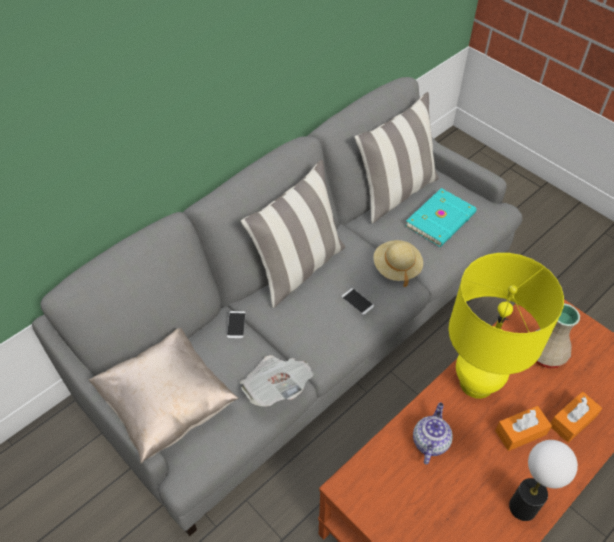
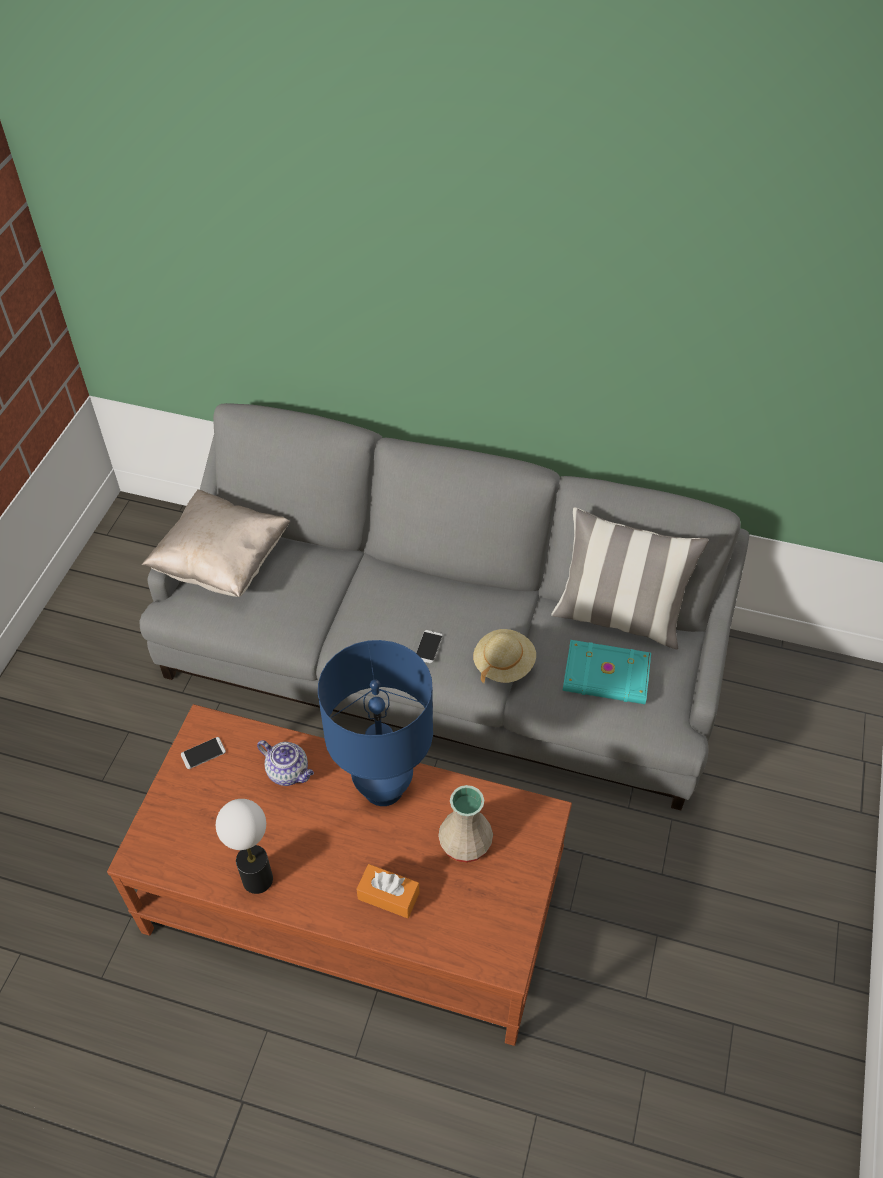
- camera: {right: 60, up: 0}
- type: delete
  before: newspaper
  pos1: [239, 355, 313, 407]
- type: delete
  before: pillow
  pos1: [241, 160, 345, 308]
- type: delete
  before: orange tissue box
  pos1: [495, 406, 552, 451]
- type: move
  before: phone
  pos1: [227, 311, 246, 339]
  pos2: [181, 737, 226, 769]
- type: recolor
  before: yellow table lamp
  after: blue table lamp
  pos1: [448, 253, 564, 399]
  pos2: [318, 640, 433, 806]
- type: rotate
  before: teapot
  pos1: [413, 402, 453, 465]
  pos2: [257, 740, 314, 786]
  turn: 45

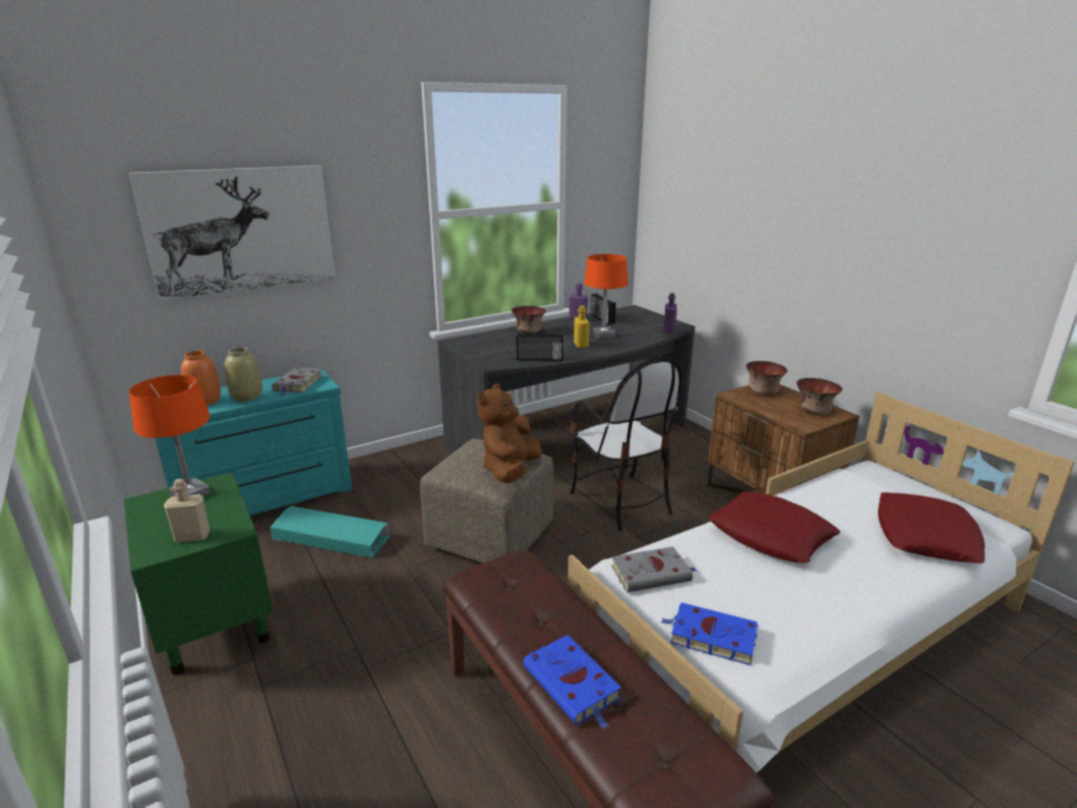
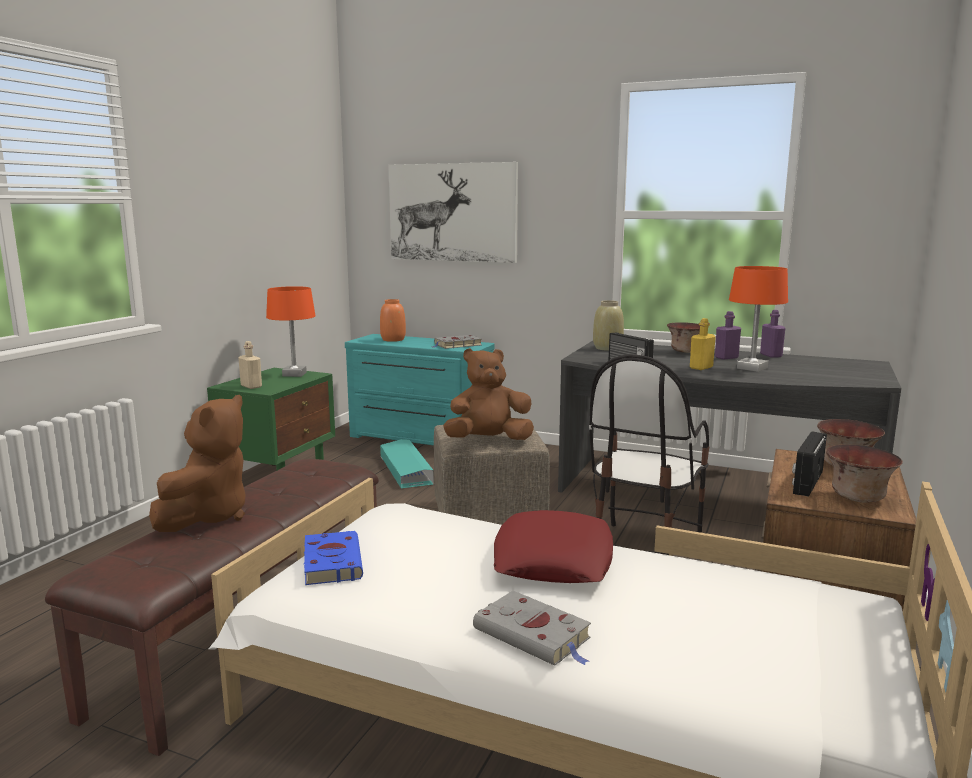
- camera: {right: 55, up: -10}
- type: delete
  before: red pillow
  pos1: [878, 492, 985, 563]
- type: move
  before: beige vase
  pos1: [225, 347, 263, 402]
  pos2: [593, 300, 624, 351]
- type: move
  before: radio
  pos1: [590, 293, 616, 325]
  pos2: [792, 431, 827, 497]
- type: move
  before: grey book
  pos1: [611, 547, 697, 593]
  pos2: [473, 591, 591, 666]
- type: move
  before: purple bottle
  pos1: [663, 293, 677, 333]
  pos2: [715, 311, 741, 360]
- type: replace
  before: blue book
  after: brown plush toy
  pos1: [523, 635, 621, 730]
  pos2: [149, 395, 246, 532]

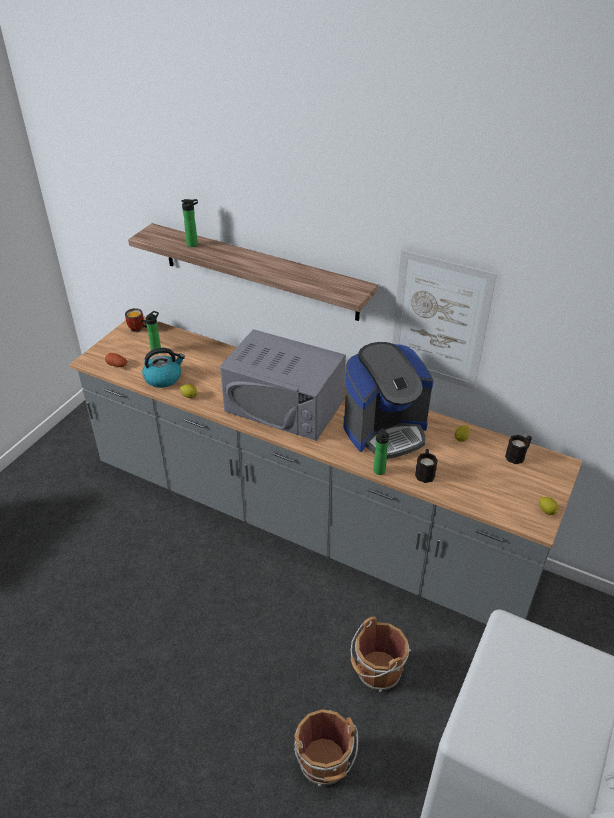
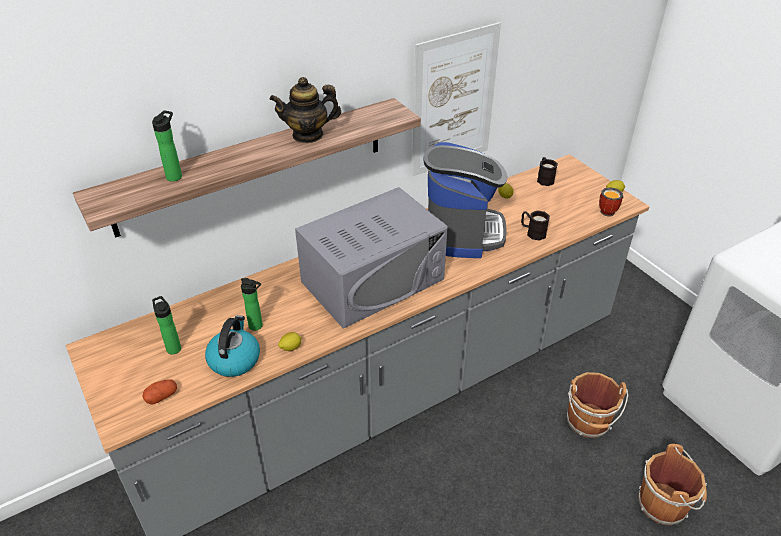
- camera: {right: -60, up: 0}
- type: insert
  after: teapot
  pos2: [270, 77, 341, 143]
- type: move
  before: mug
  pos1: [125, 308, 147, 333]
  pos2: [599, 187, 624, 217]
- type: move
  before: bottle
  pos1: [373, 428, 389, 475]
  pos2: [241, 278, 263, 331]

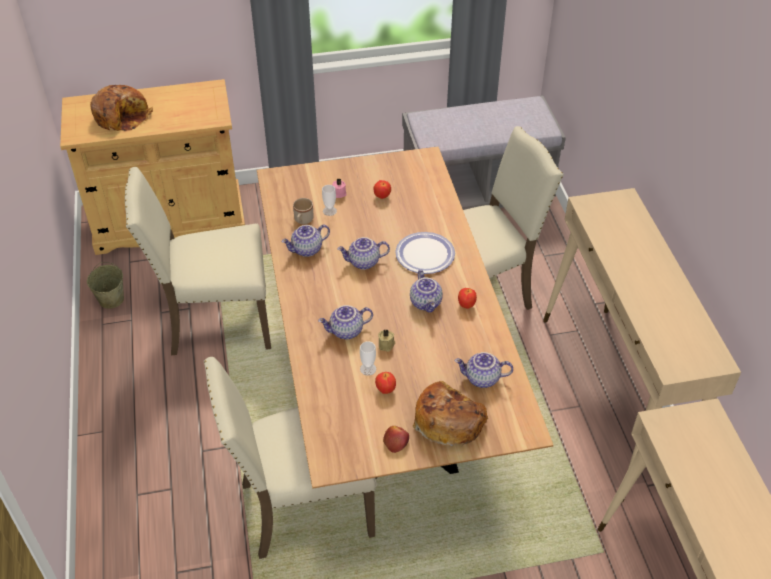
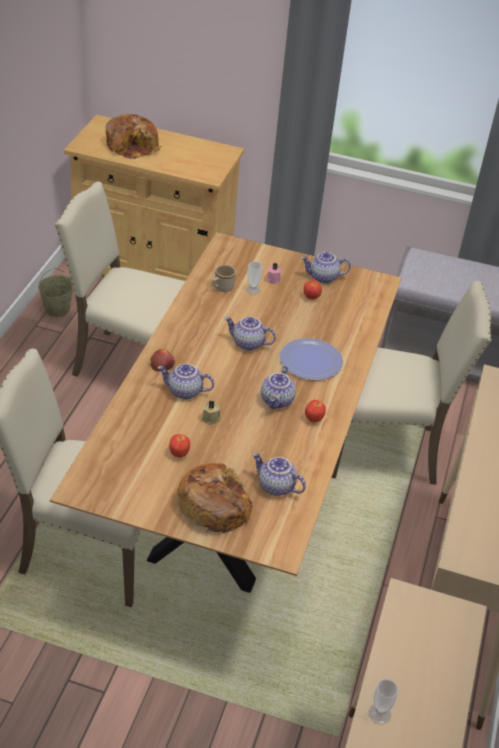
- camera: {right: 25, up: -5}
- type: move
  before: teapot
  pos1: [282, 224, 330, 257]
  pos2: [301, 252, 351, 284]
- type: move
  before: cup
  pos1: [360, 341, 376, 376]
  pos2: [369, 679, 398, 724]
- type: move
  before: apple
  pos1: [383, 426, 409, 453]
  pos2: [150, 349, 175, 371]

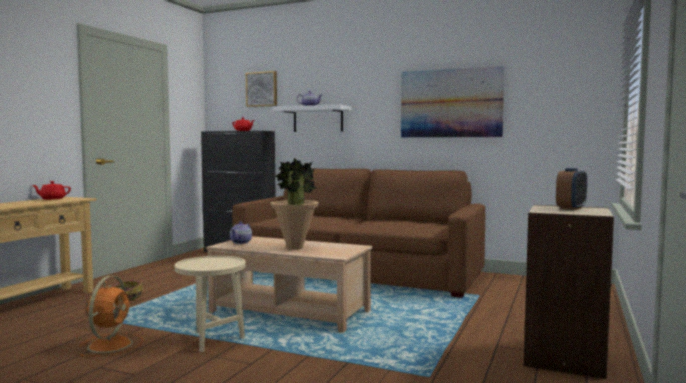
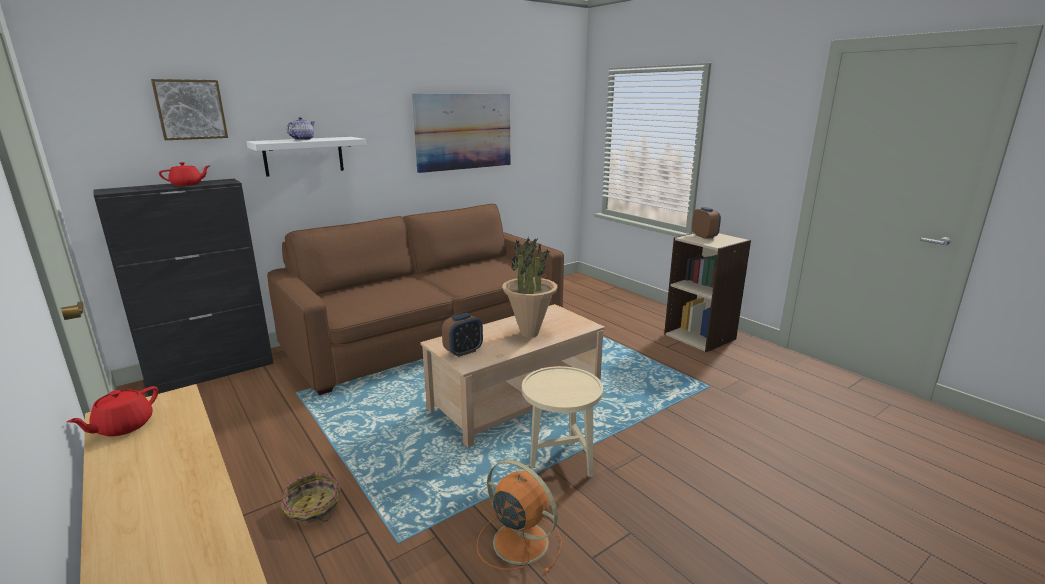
- camera: {right: -60, up: 15}
- type: replace
  before: teapot
  after: alarm clock
  pos1: [230, 221, 252, 244]
  pos2: [442, 313, 483, 357]

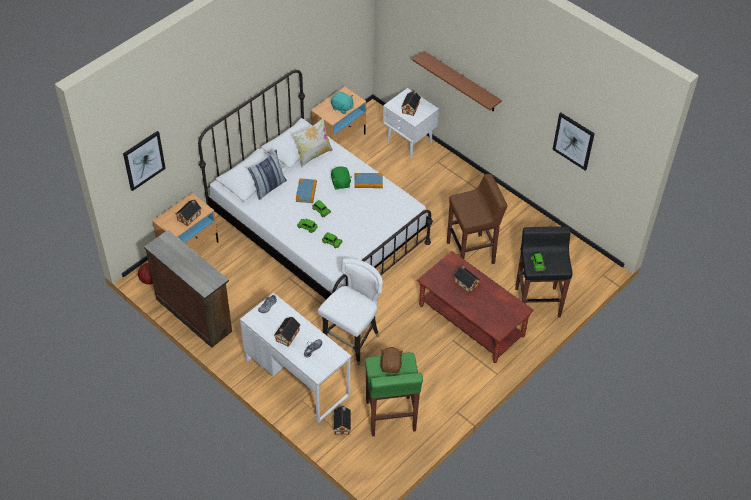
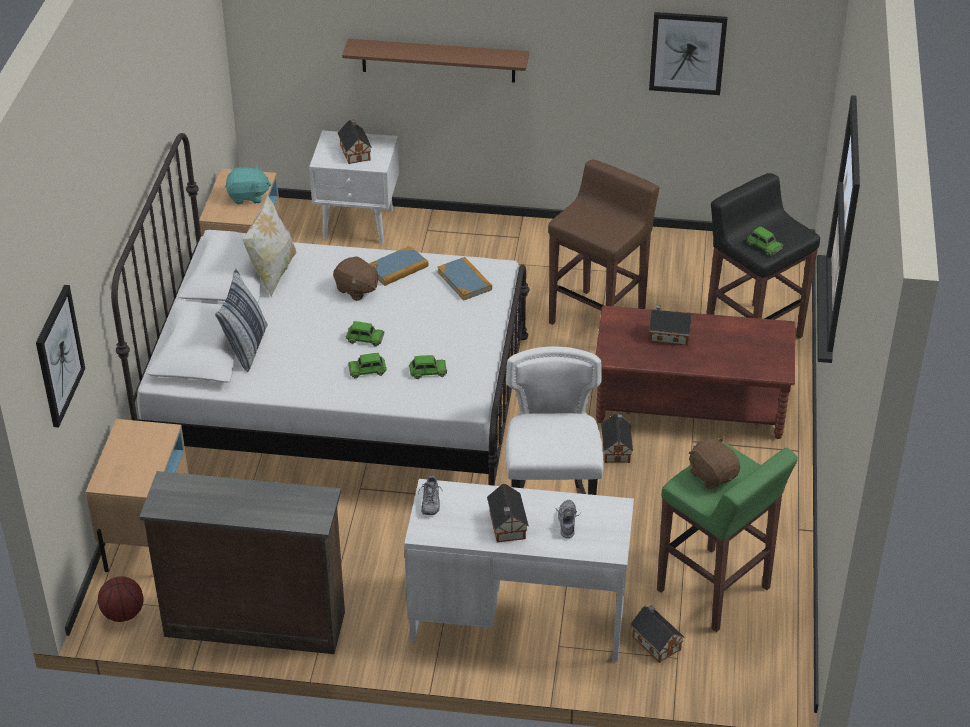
- camera: {right: -35, up: -10}
- type: move
  before: toy house
  pos1: [176, 199, 201, 226]
  pos2: [601, 413, 633, 463]
- type: move
  before: book
  pos1: [296, 179, 317, 203]
  pos2: [437, 257, 492, 300]
- type: recolor
  before: green plush toy
  after: brown plush toy
  pos1: [331, 166, 352, 190]
  pos2: [333, 256, 378, 301]

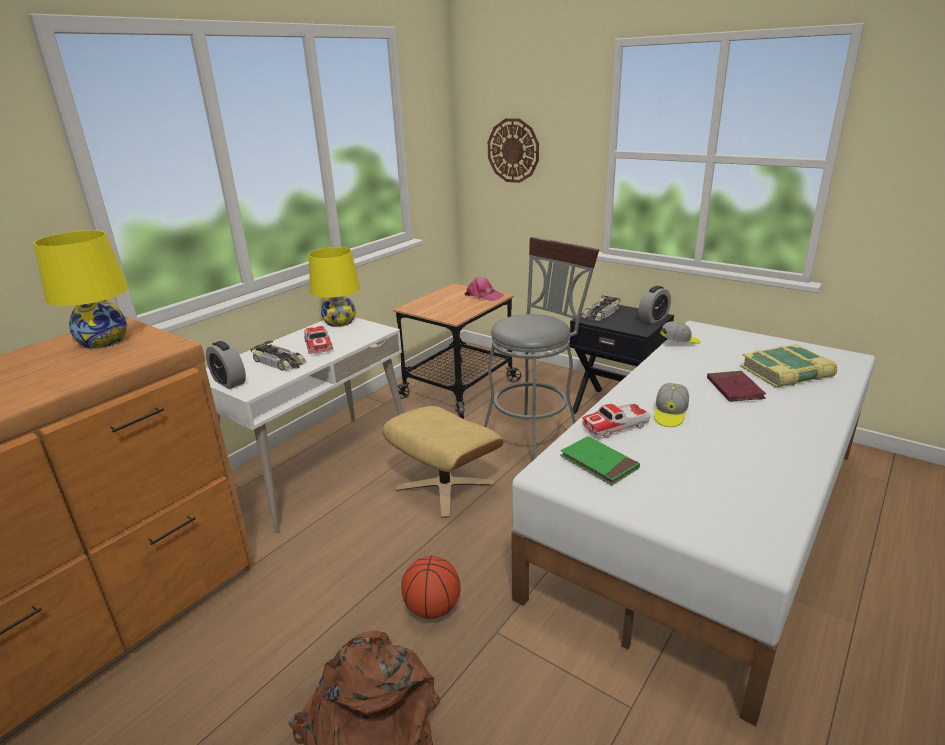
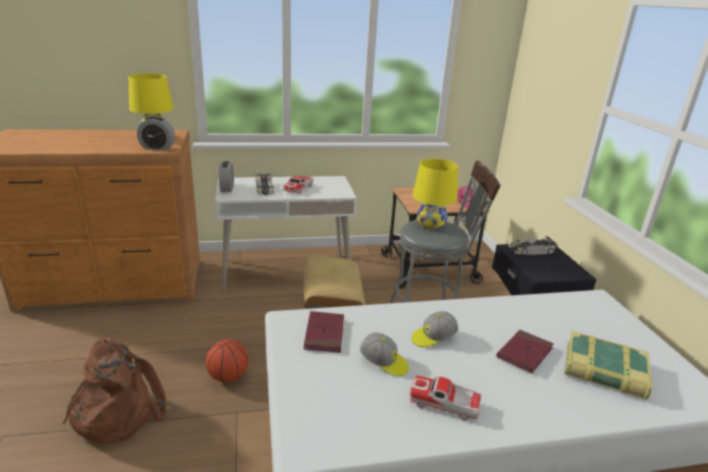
- camera: {right: 40, up: 0}
- type: delete
  before: wall clock
  pos1: [488, 118, 539, 183]
- type: move
  before: yellow table lamp
  pos1: [309, 247, 360, 327]
  pos2: [413, 159, 458, 230]
- type: move
  before: toy car
  pos1: [582, 403, 650, 438]
  pos2: [410, 376, 481, 421]
- type: move
  before: alarm clock
  pos1: [638, 286, 671, 324]
  pos2: [137, 116, 175, 150]
- type: move
  before: cap
  pos1: [660, 321, 701, 344]
  pos2: [360, 332, 409, 376]
- type: recolor
  before: green book
  after: red book
  pos1: [560, 436, 640, 485]
  pos2: [304, 311, 344, 353]

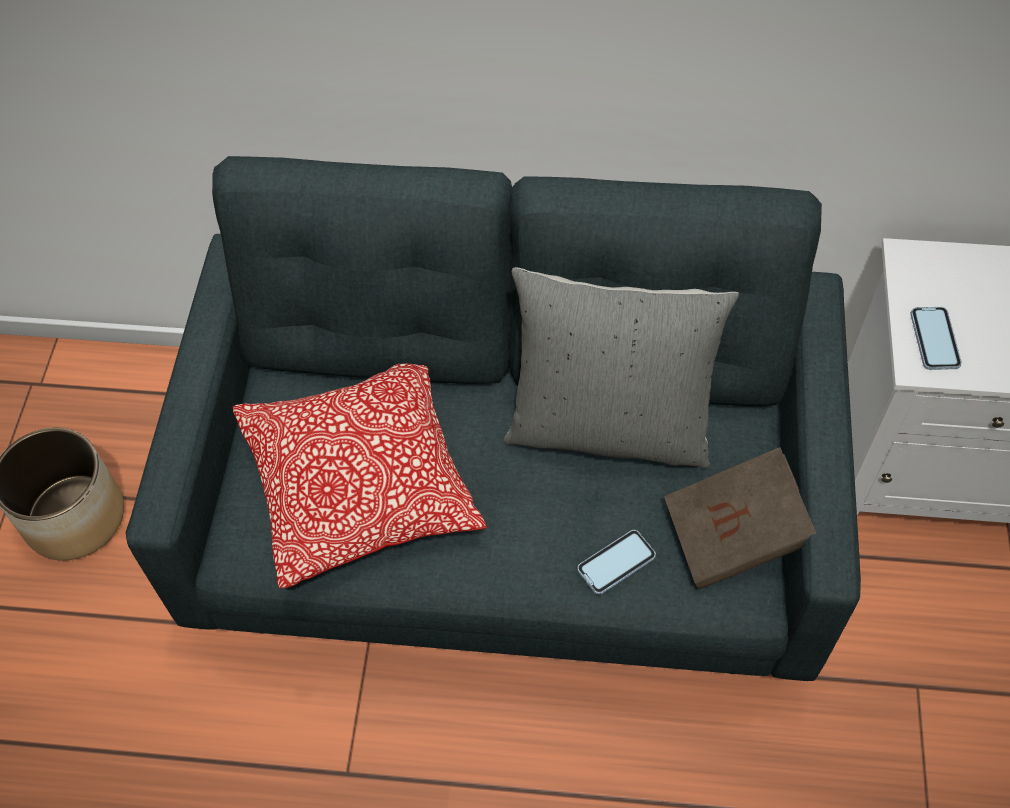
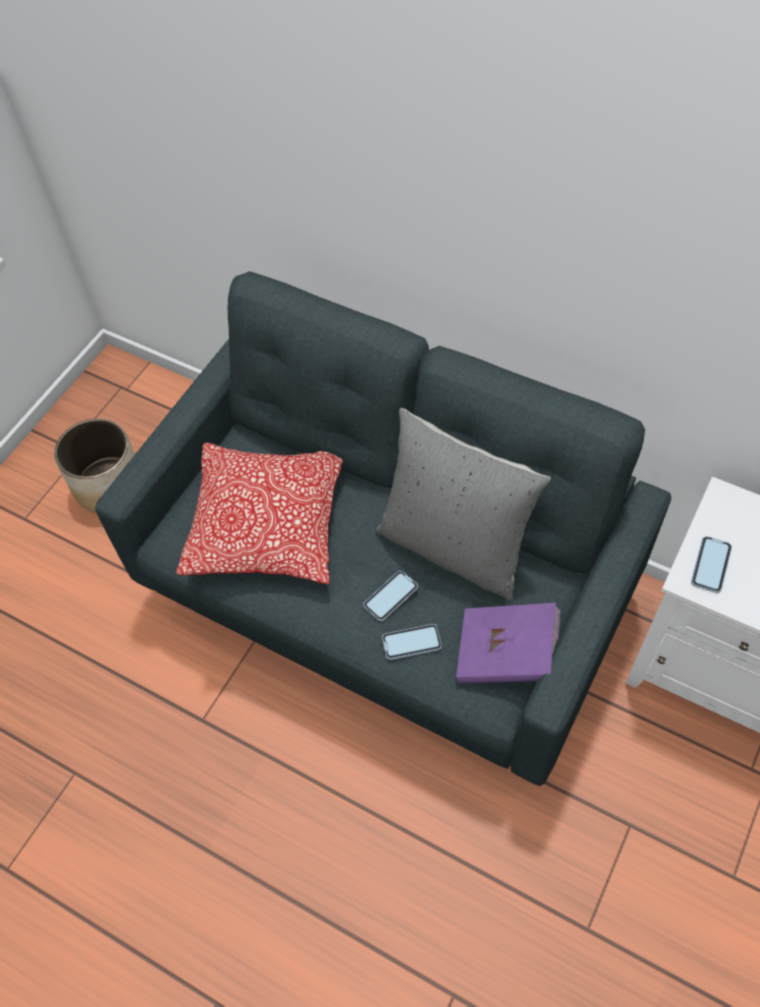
- camera: {right: 25, up: 0}
- type: insert
  after: phone
  pos2: [363, 571, 418, 621]
- type: recolor
  before: brown book
  after: purple book
  pos1: [664, 447, 816, 589]
  pos2: [456, 603, 561, 683]

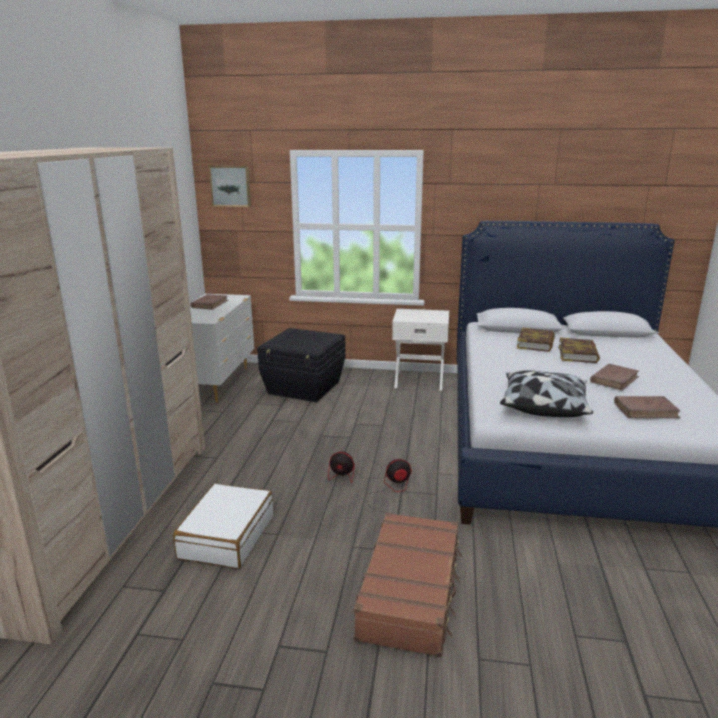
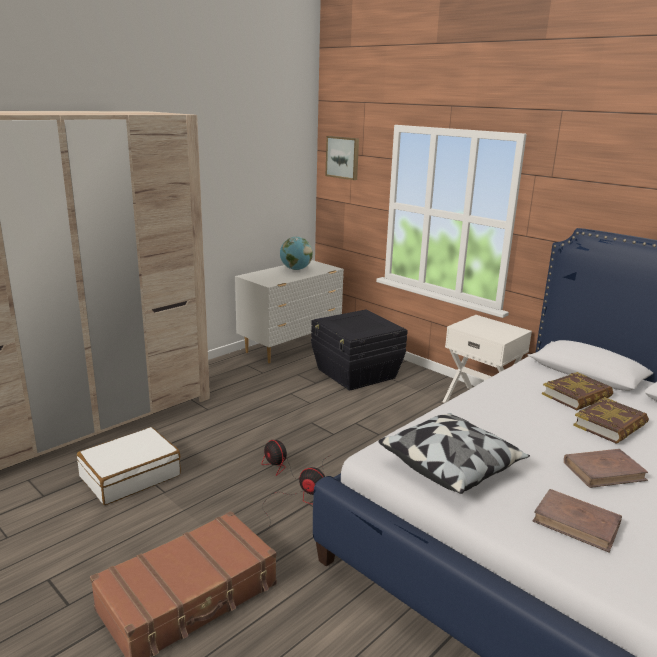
- camera: {right: 35, up: 0}
- type: replace
  before: brown book
  after: globe
  pos1: [190, 294, 228, 310]
  pos2: [280, 237, 313, 270]

